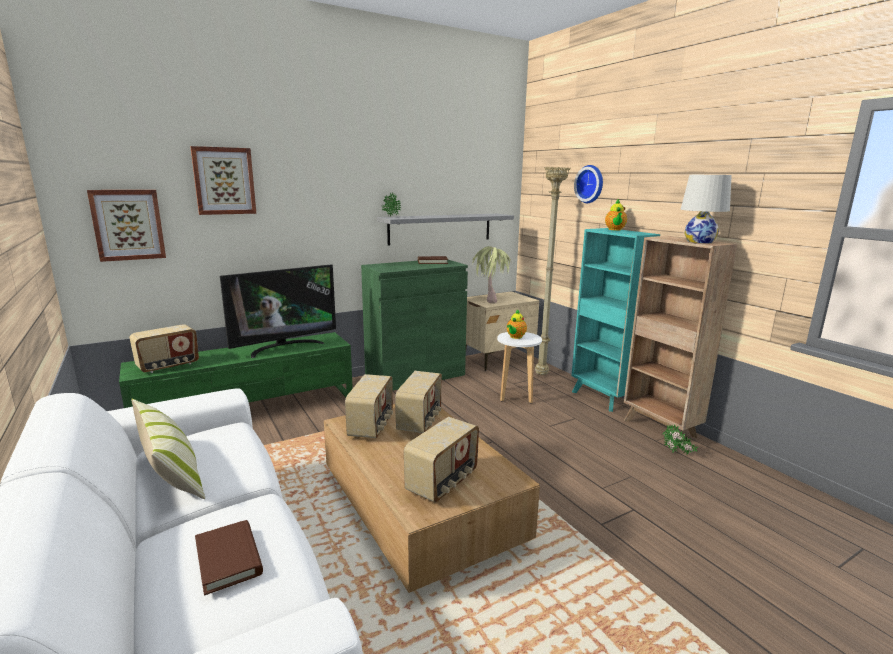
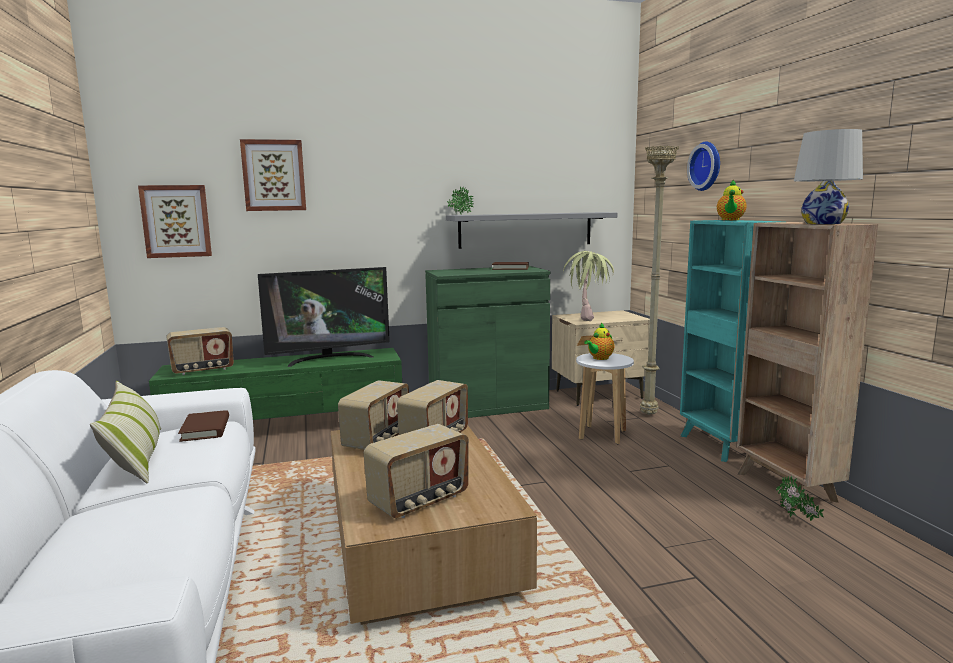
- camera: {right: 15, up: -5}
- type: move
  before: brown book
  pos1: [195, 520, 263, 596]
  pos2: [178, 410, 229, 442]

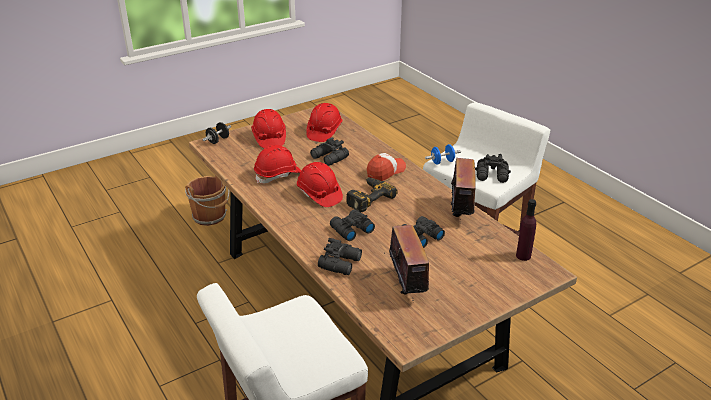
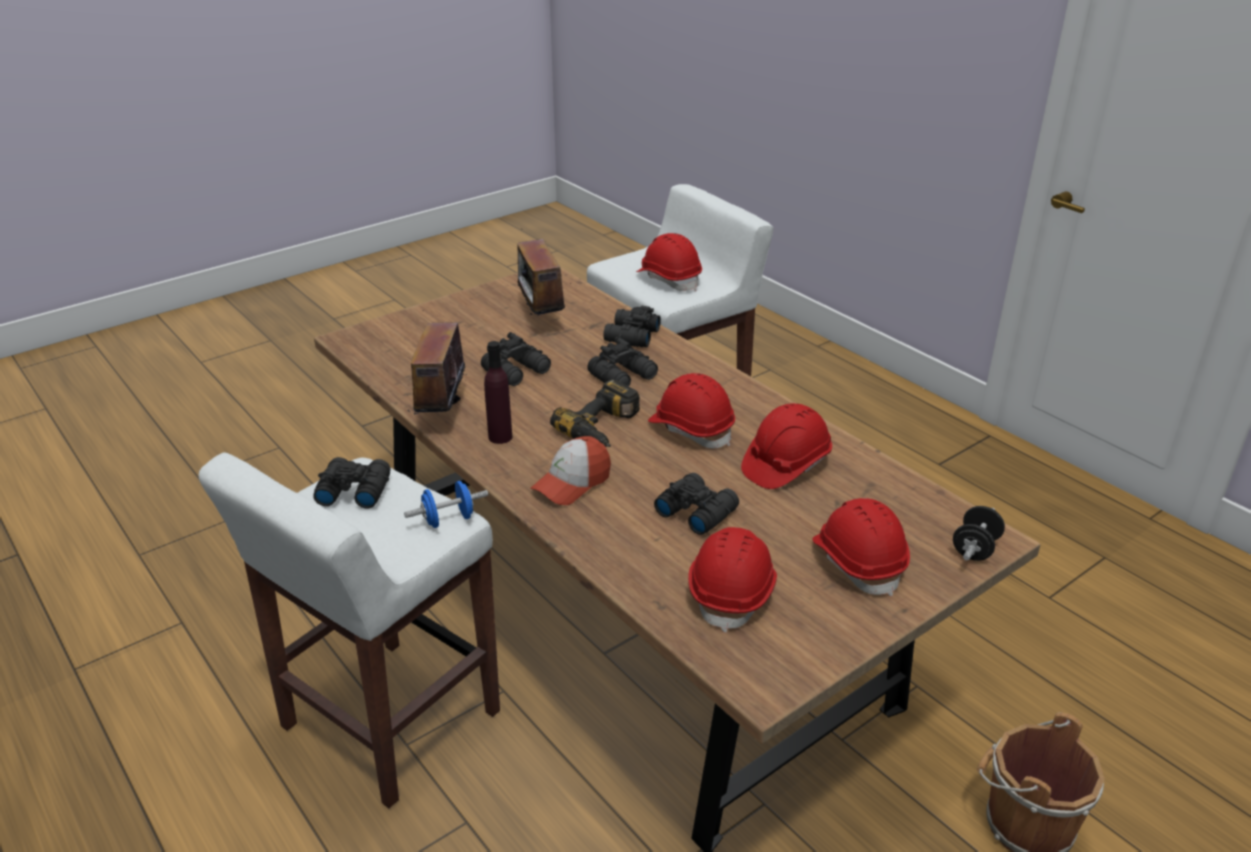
- camera: {right: 175, up: 0}
- type: insert
  after: red hard hat
  pos2: [636, 233, 702, 291]
- type: move
  before: purple bottle
  pos1: [516, 199, 536, 261]
  pos2: [484, 341, 512, 444]

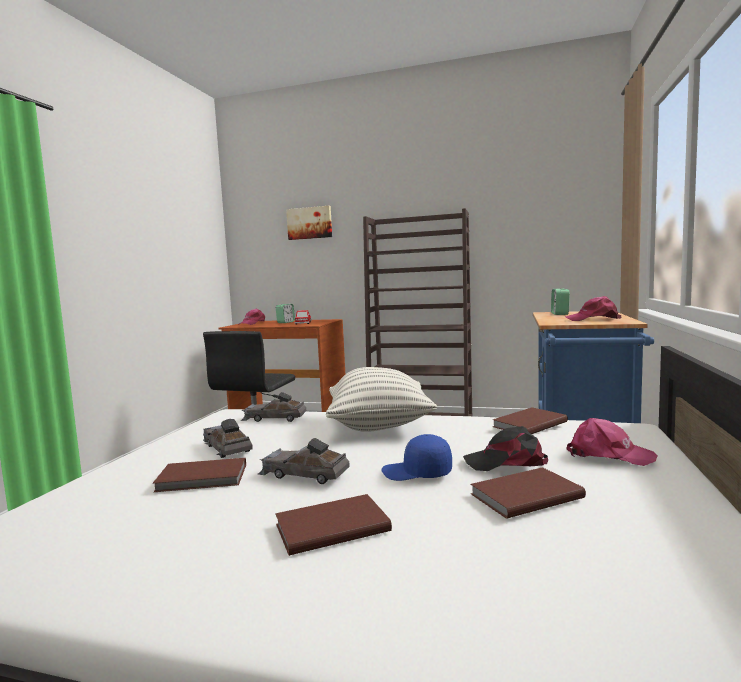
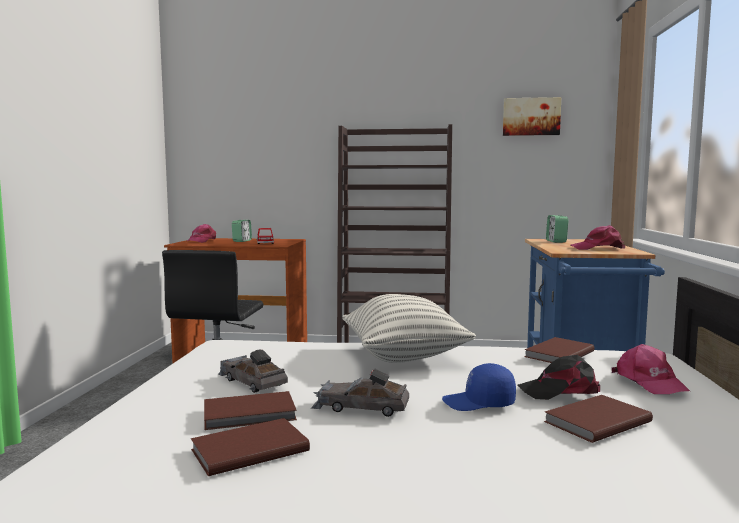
- camera: {right: -10, up: 0}
- type: delete
  before: grey toy car
  pos1: [241, 392, 306, 422]
- type: move
  before: brown book
  pos1: [275, 494, 392, 556]
  pos2: [191, 418, 310, 476]
- type: move
  before: picture
  pos1: [286, 206, 332, 240]
  pos2: [503, 97, 561, 136]
- type: rotate
  before: pink cap
  pos1: [566, 418, 658, 466]
  pos2: [612, 344, 690, 394]
  turn: 60

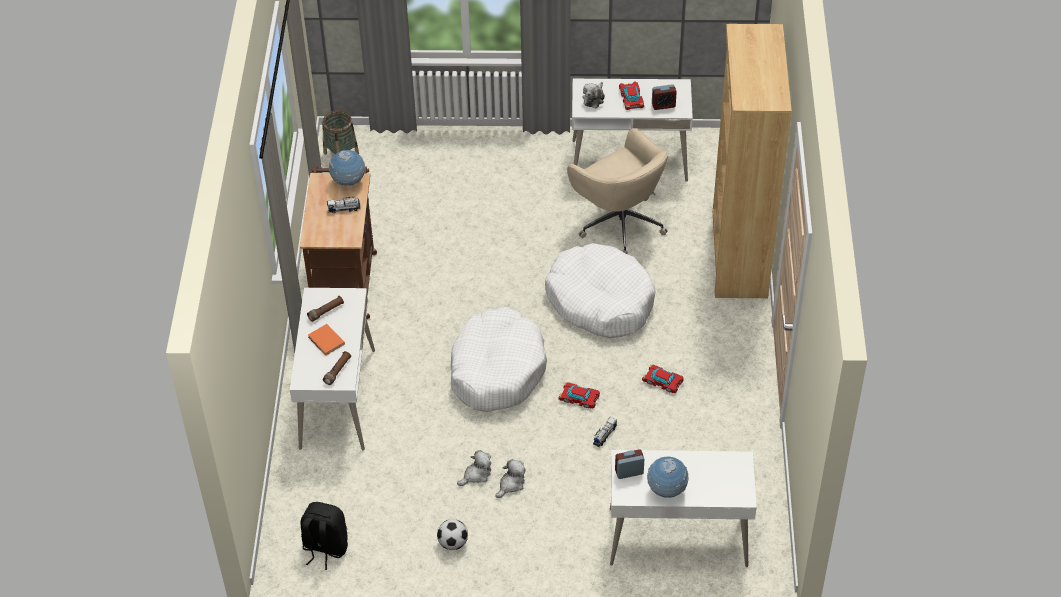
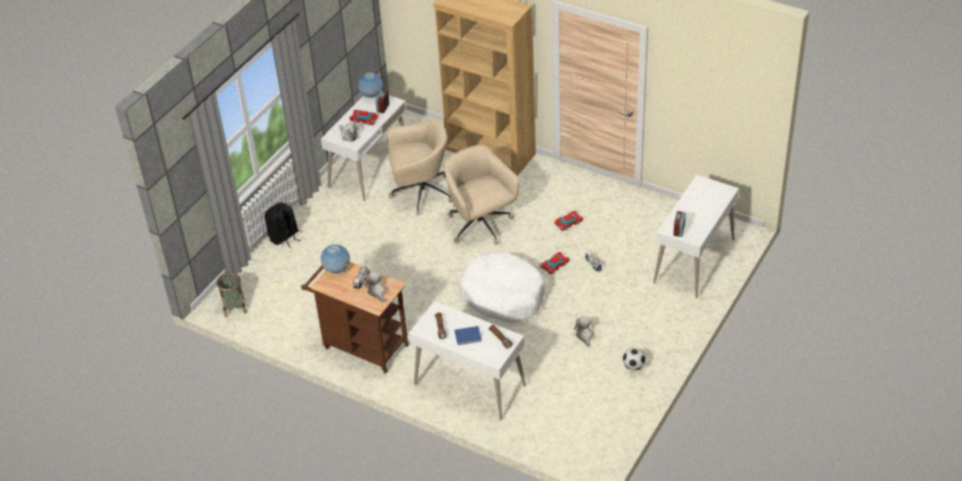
- camera: {right: -60, up: -5}
- type: move
  before: black backpack
  pos1: [301, 502, 348, 570]
  pos2: [265, 202, 301, 248]
- type: move
  before: plush toy
  pos1: [495, 459, 526, 498]
  pos2: [365, 271, 386, 302]
- type: move
  before: globe
  pos1: [647, 456, 688, 498]
  pos2: [358, 72, 383, 98]
- type: replace
  before: white dog bed
  after: beige office chair
  pos1: [545, 243, 656, 338]
  pos2: [443, 145, 520, 245]
- type: recolor
  before: orange book
  after: blue book
  pos1: [308, 324, 345, 356]
  pos2: [455, 326, 482, 345]

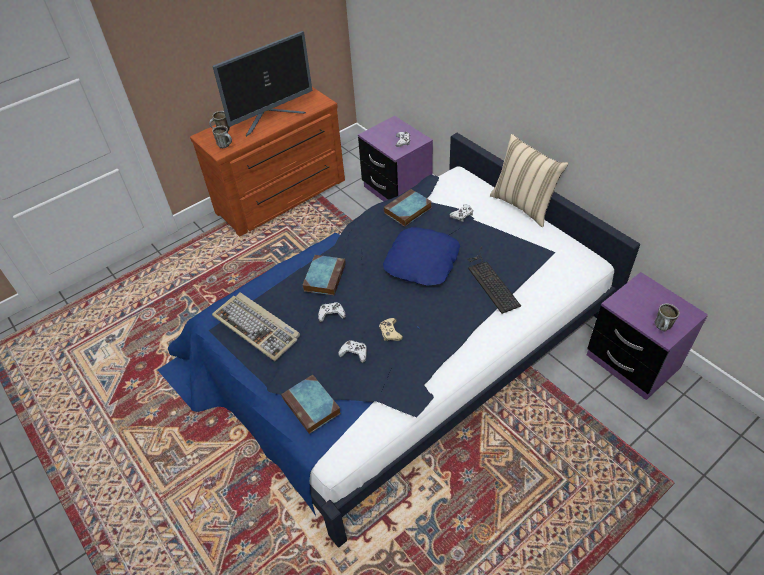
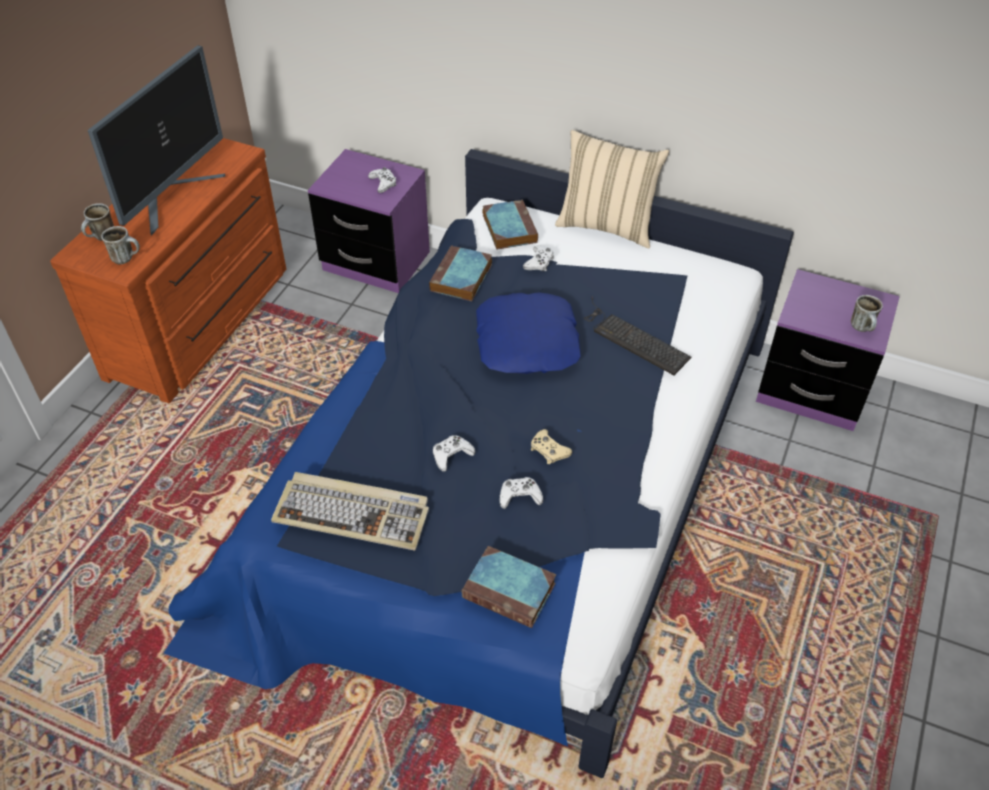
- camera: {right: -30, up: 0}
- type: move
  before: book
  pos1: [303, 255, 346, 295]
  pos2: [482, 200, 538, 250]

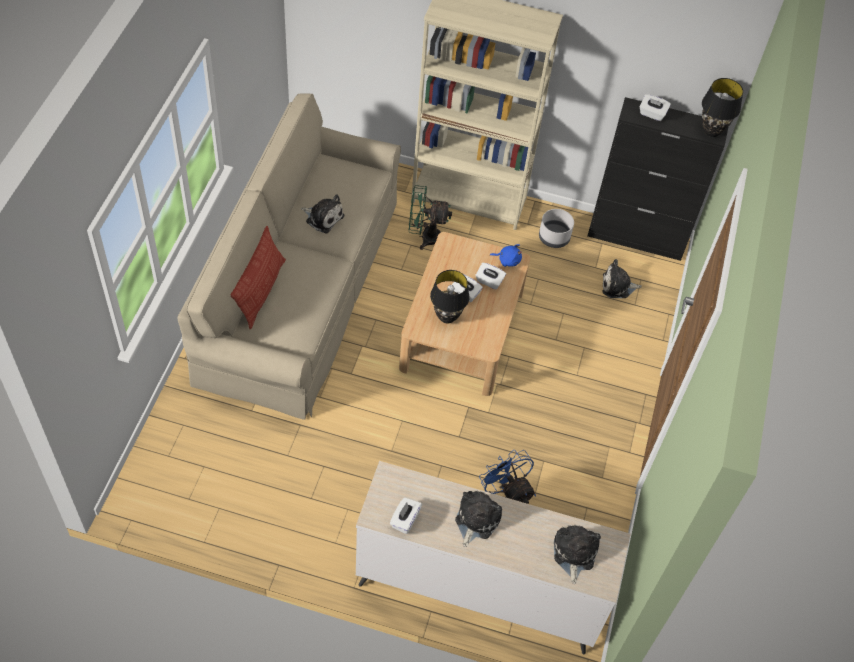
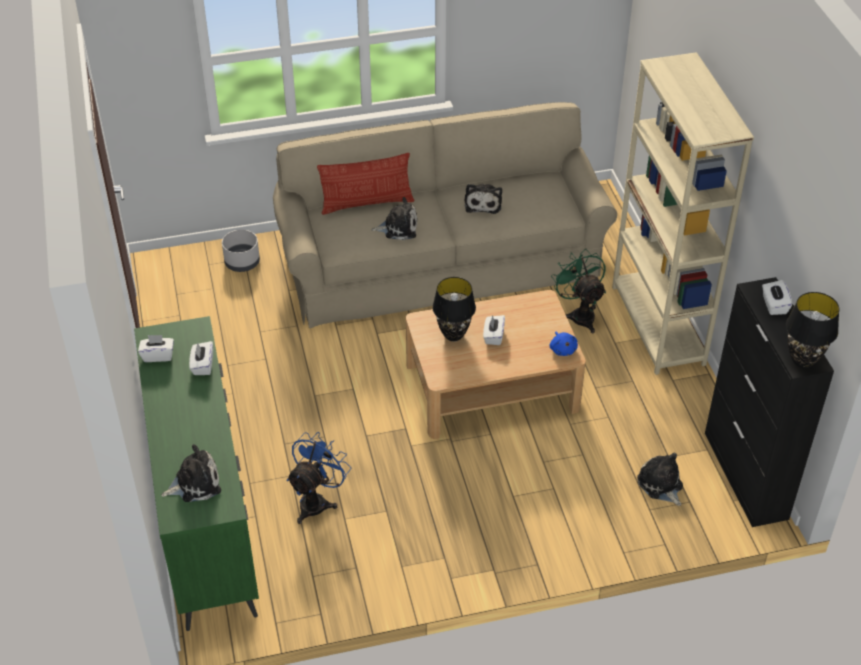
- camera: {right: 65, up: -10}
- type: move
  before: plush toy
  pos1: [455, 491, 502, 547]
  pos2: [371, 197, 417, 240]
- type: move
  before: white tissue box
  pos1: [475, 263, 506, 290]
  pos2: [189, 341, 213, 375]
- type: move
  before: grey planter
  pos1: [539, 209, 574, 248]
  pos2: [222, 230, 260, 272]
- type: recolor
  before: beige dresser
  after: green dresser
  pos1: [356, 461, 631, 654]
  pos2: [134, 316, 259, 631]

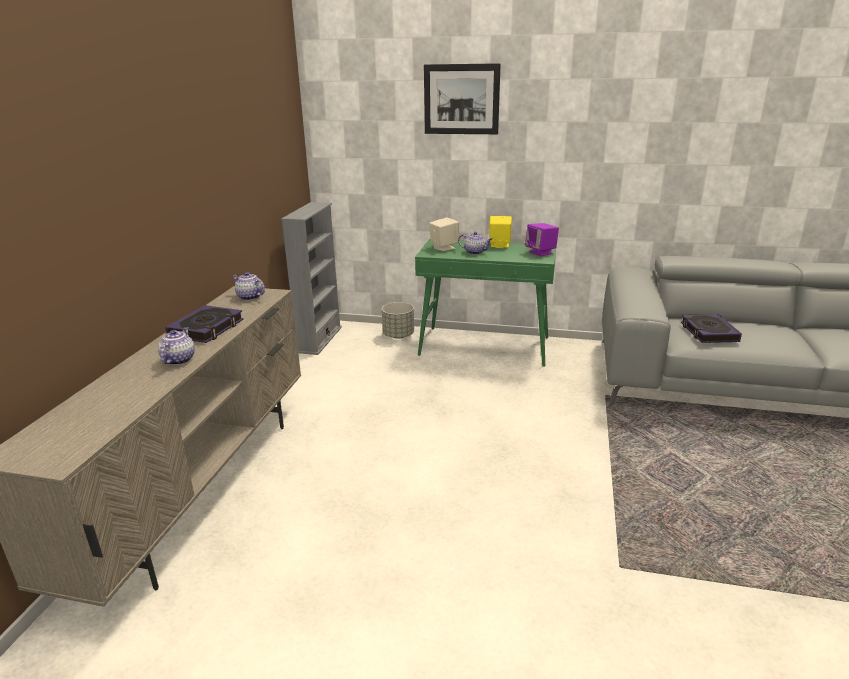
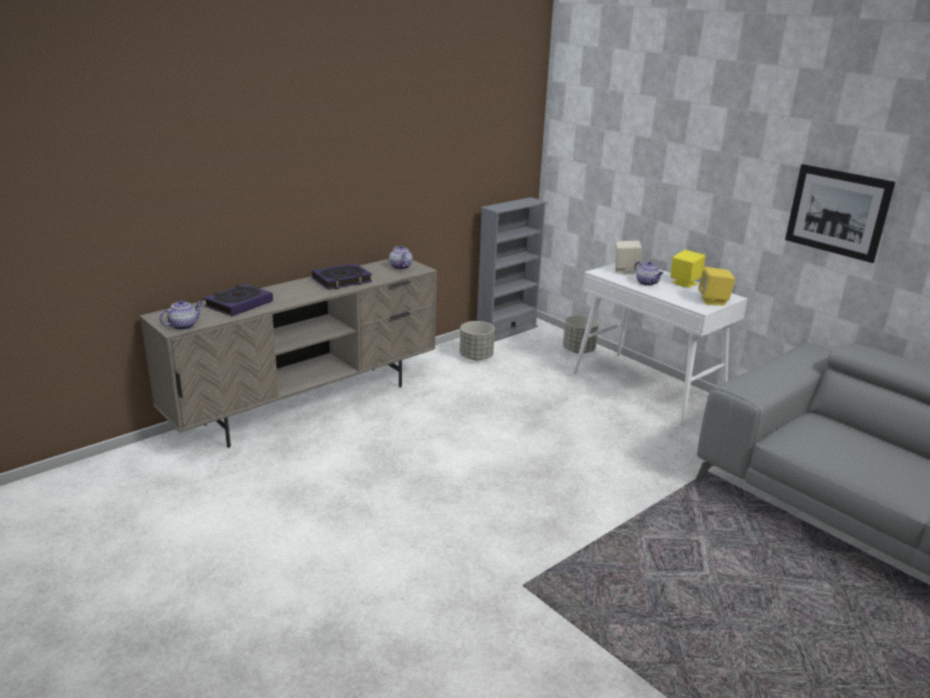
- camera: {right: 35, up: 0}
- type: insert
  after: grey planter
  pos2: [460, 321, 495, 360]
- type: move
  before: teapot
  pos1: [158, 327, 195, 365]
  pos2: [159, 300, 203, 330]
- type: move
  before: picture
  pos1: [424, 63, 501, 134]
  pos2: [785, 164, 895, 263]
- type: move
  before: book
  pos1: [681, 314, 742, 343]
  pos2: [204, 284, 273, 316]
- type: recolor
  before: green console table
  after: white console table
  pos1: [415, 239, 556, 367]
  pos2: [574, 263, 748, 425]
- type: recolor
  before: purple speaker
  after: yellow speaker
  pos1: [525, 223, 559, 256]
  pos2: [698, 267, 735, 305]

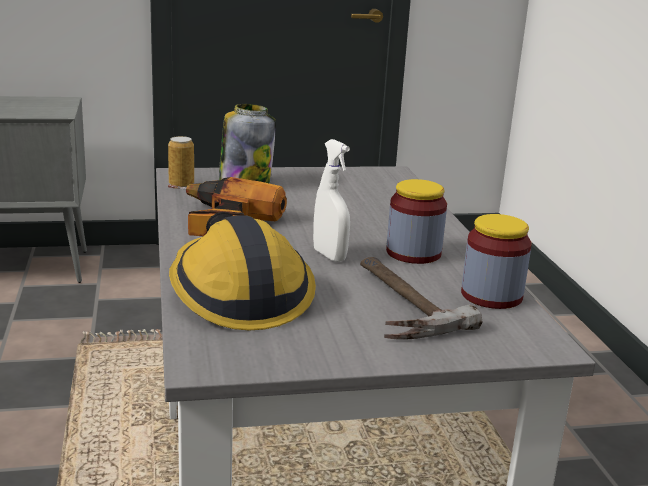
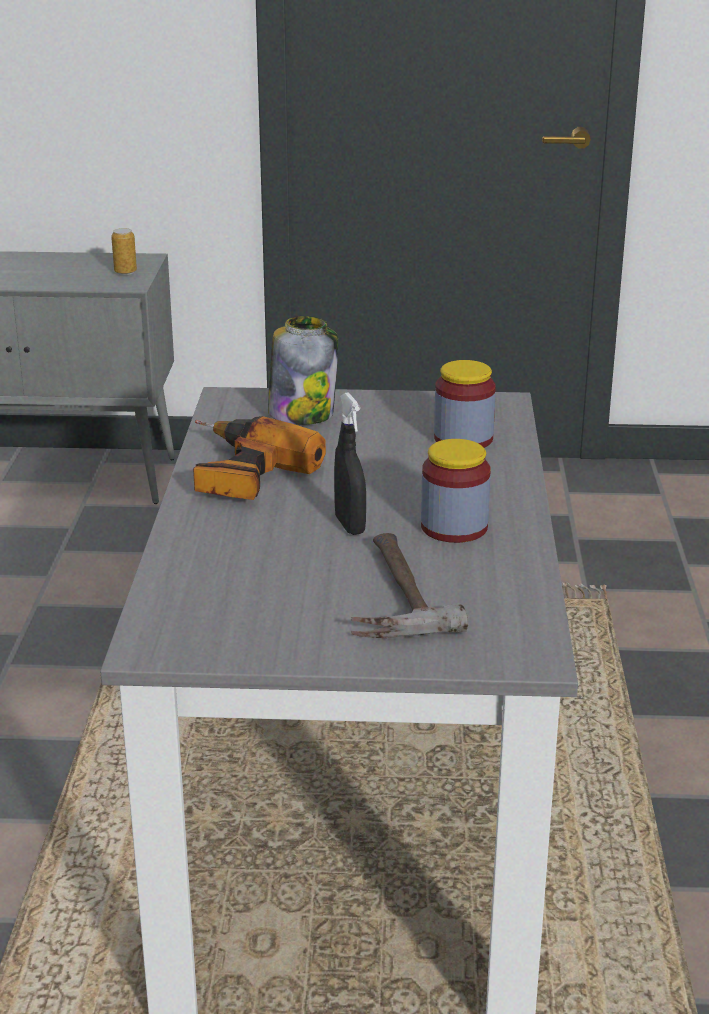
- camera: {right: 15, up: 5}
- type: delete
  before: hard hat
  pos1: [169, 212, 316, 331]
- type: move
  before: can
  pos1: [168, 136, 194, 188]
  pos2: [111, 228, 137, 275]
- type: move
  before: jar
  pos1: [461, 214, 532, 309]
  pos2: [434, 360, 496, 448]
- type: recolor
  before: white spray bottle
  after: black spray bottle
  pos1: [313, 139, 350, 262]
  pos2: [334, 392, 366, 535]

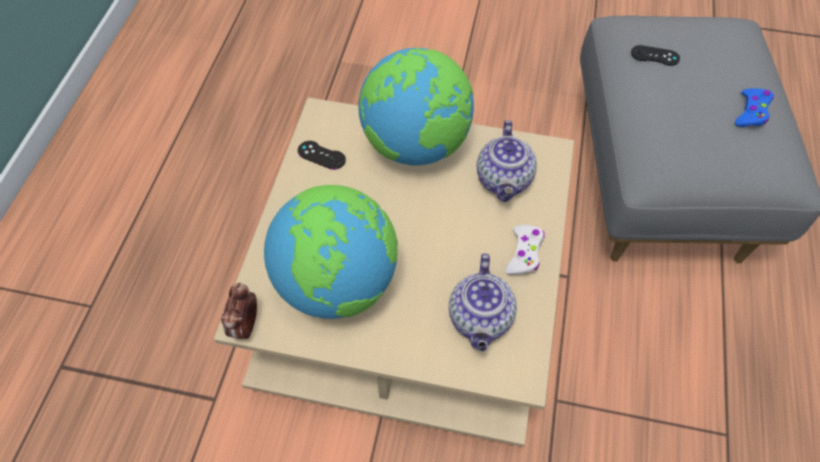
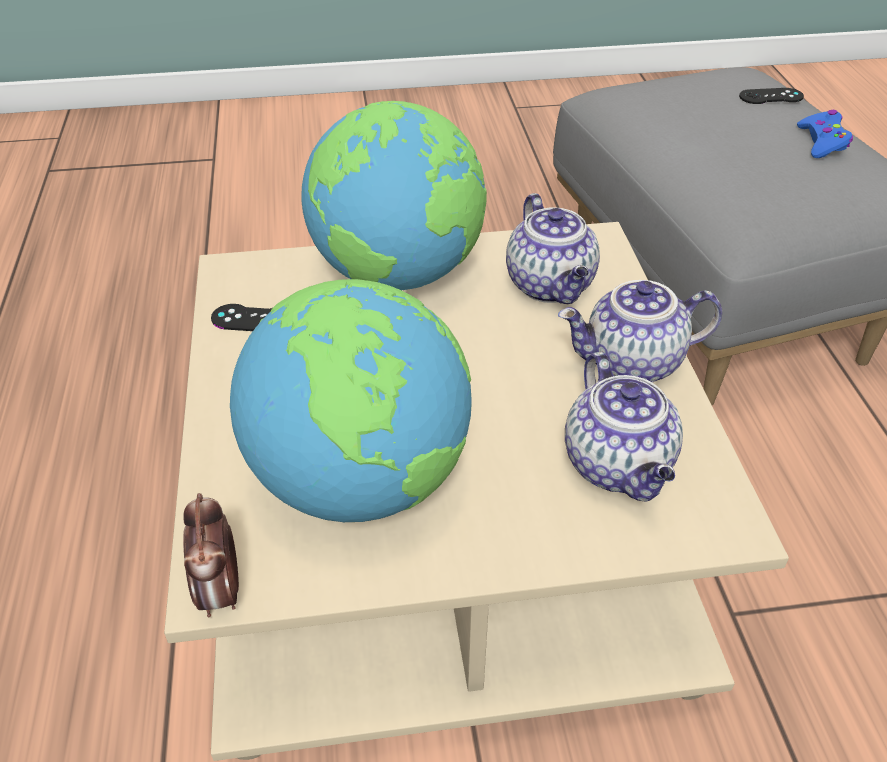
- camera: {right: -20, up: -15}
- type: move
  before: black game controller
  pos1: [631, 45, 680, 66]
  pos2: [739, 88, 804, 104]
- type: replace
  before: white game controller
  after: teapot
  pos1: [505, 225, 545, 275]
  pos2: [558, 280, 722, 383]

